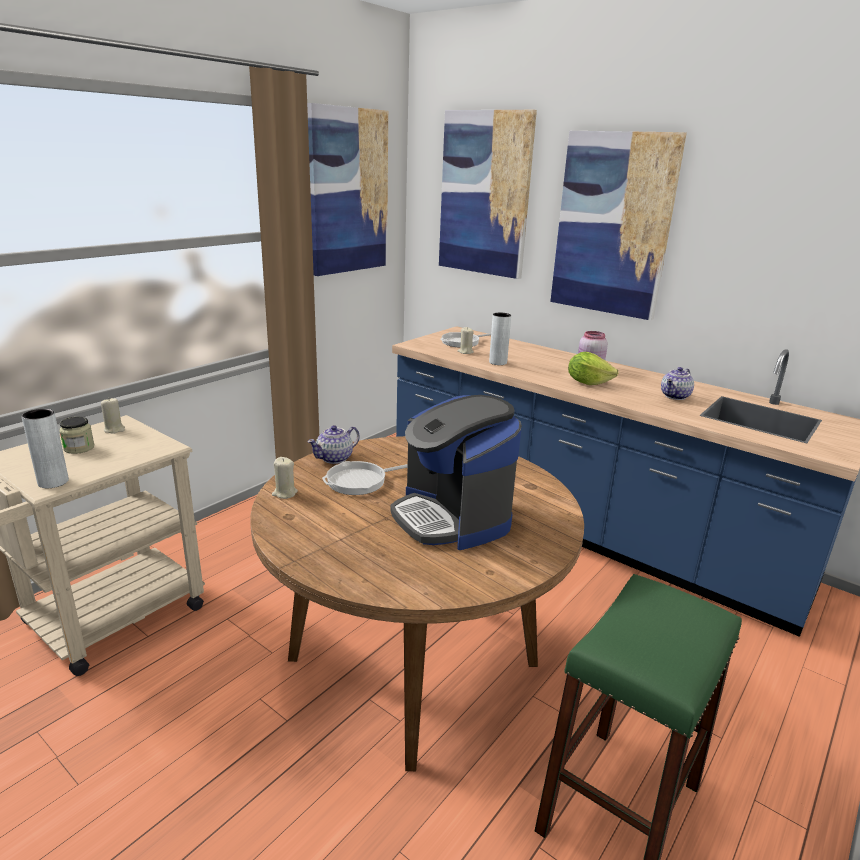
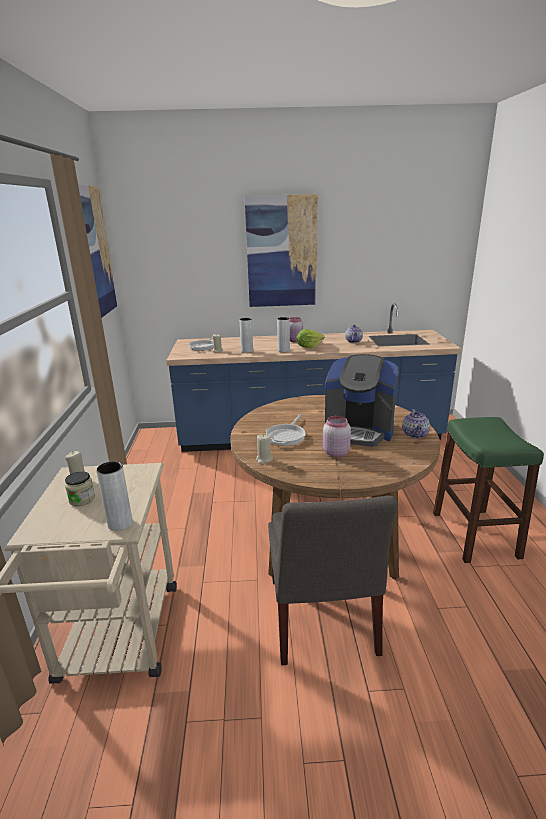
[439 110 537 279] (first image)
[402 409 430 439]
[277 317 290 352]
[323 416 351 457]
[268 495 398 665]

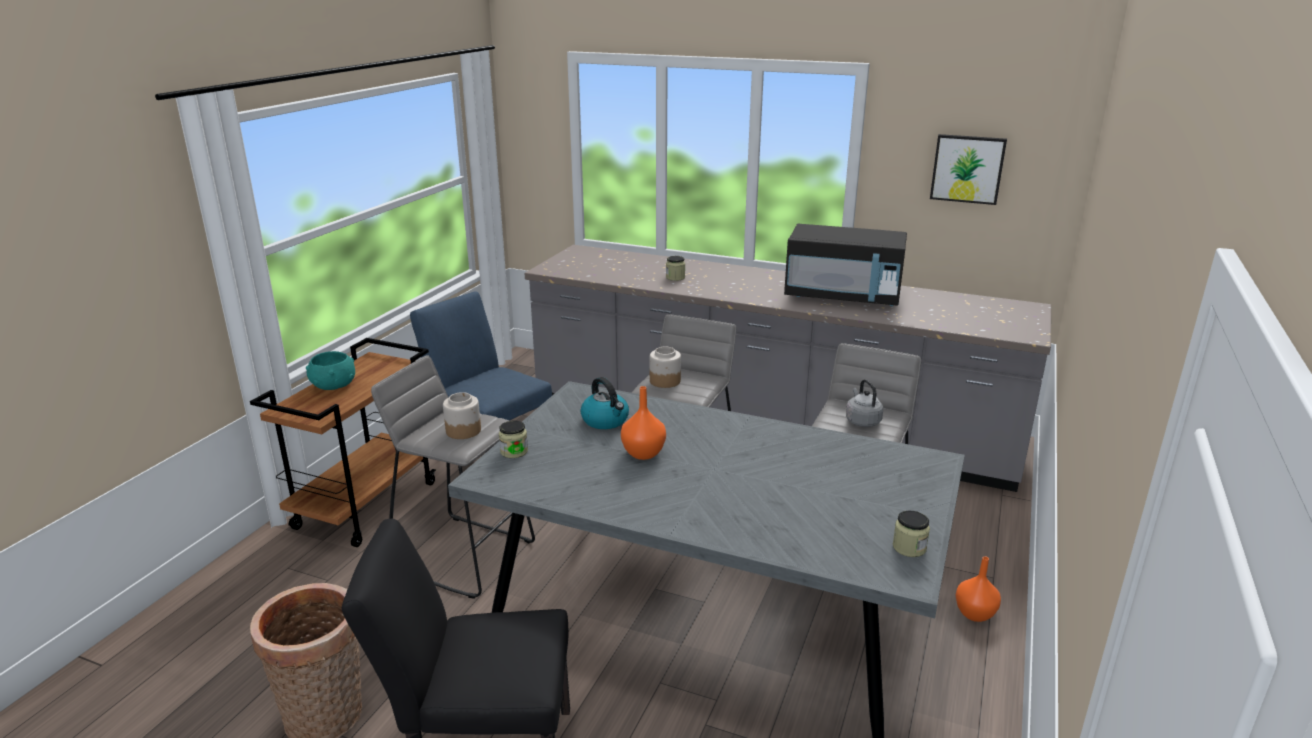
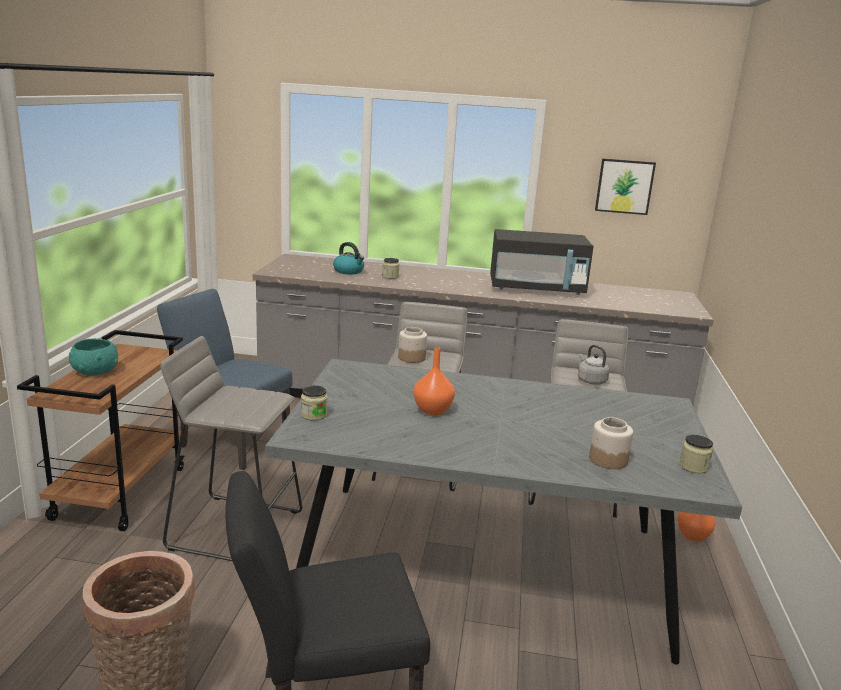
[333 242 364 274]
[589 417 633 469]

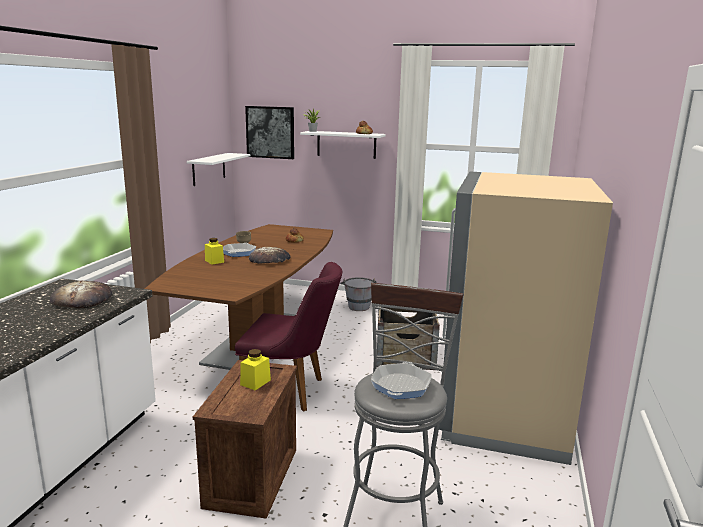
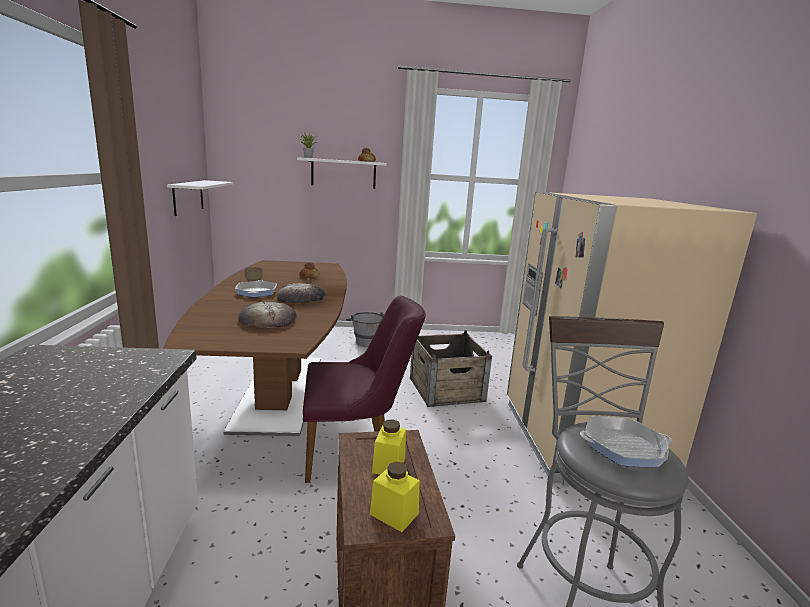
[245 106 294 159] (first image)
[370 461 420 532]
[239 302 297 328]
[580 416 673 467]

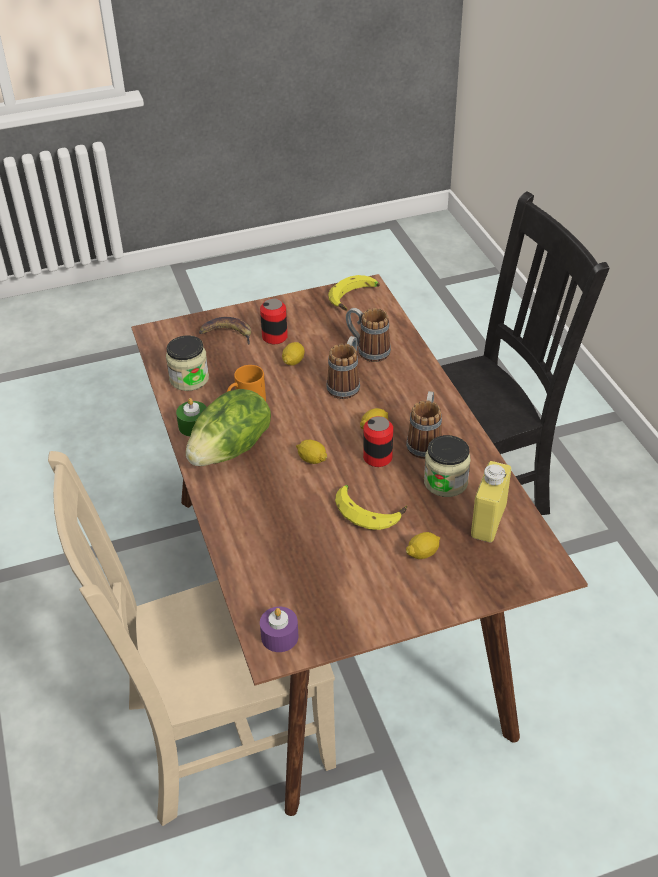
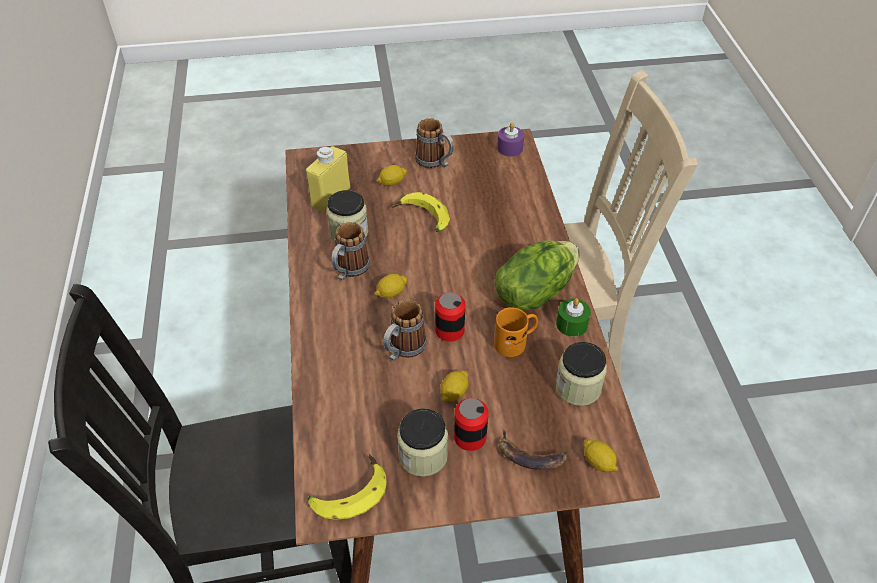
[415 118 454 169]
[435 292 465 342]
[584 439 618 472]
[397 408 448 477]

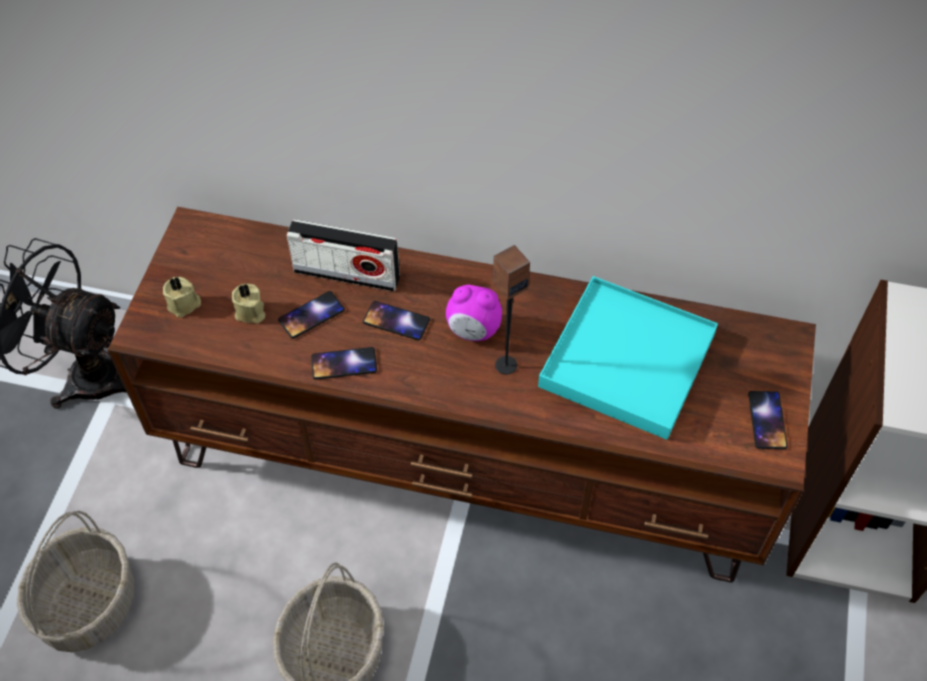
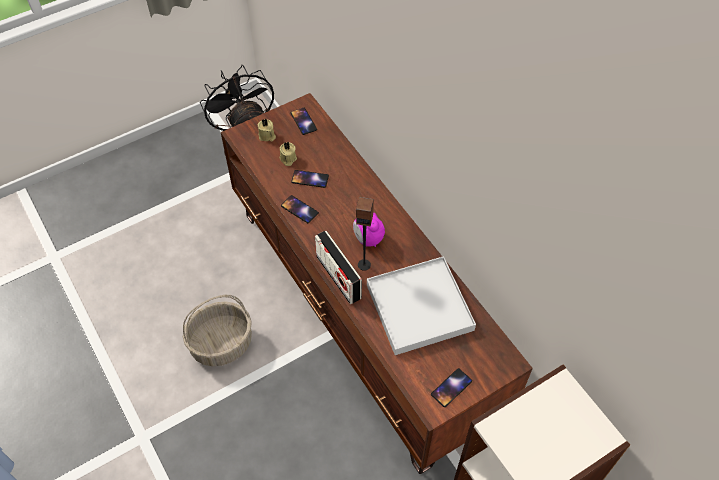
[315 230 362 304]
[367 256 476 355]
[291 108 317 135]
[17 511 134 652] (first image)

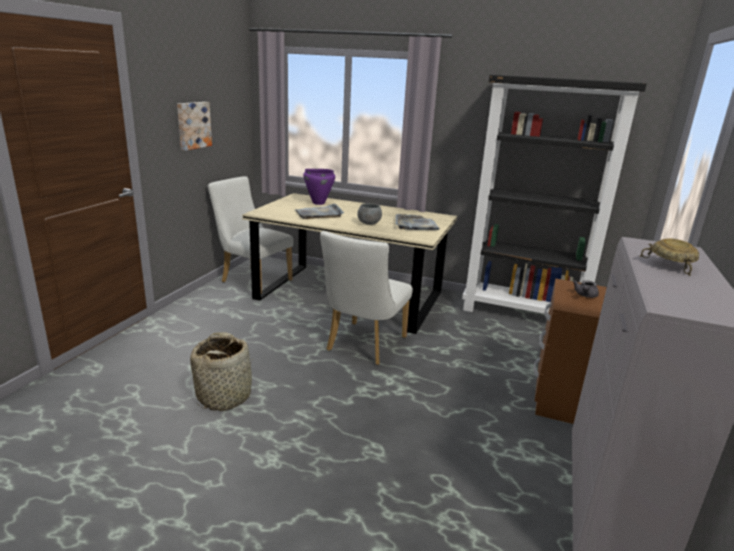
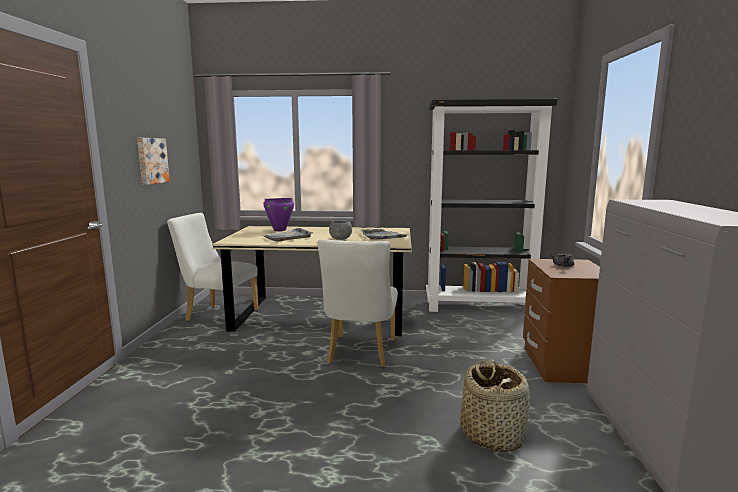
[639 238 699 276] (first image)
[460 359 530 452]

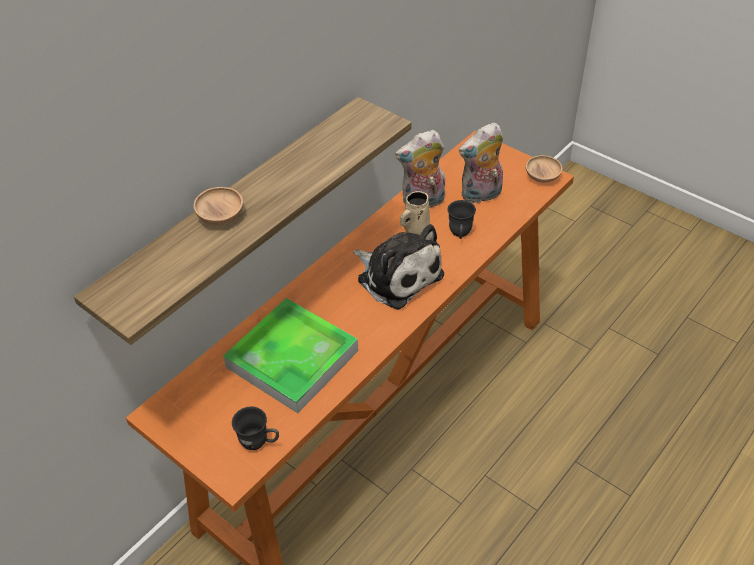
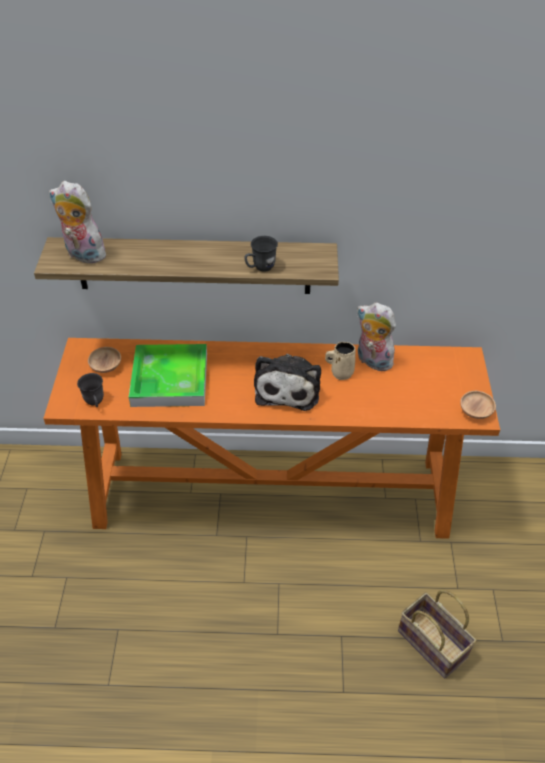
[49 181 108 263]
[88 347 121 373]
[244 236 278 272]
[398 590 477 678]

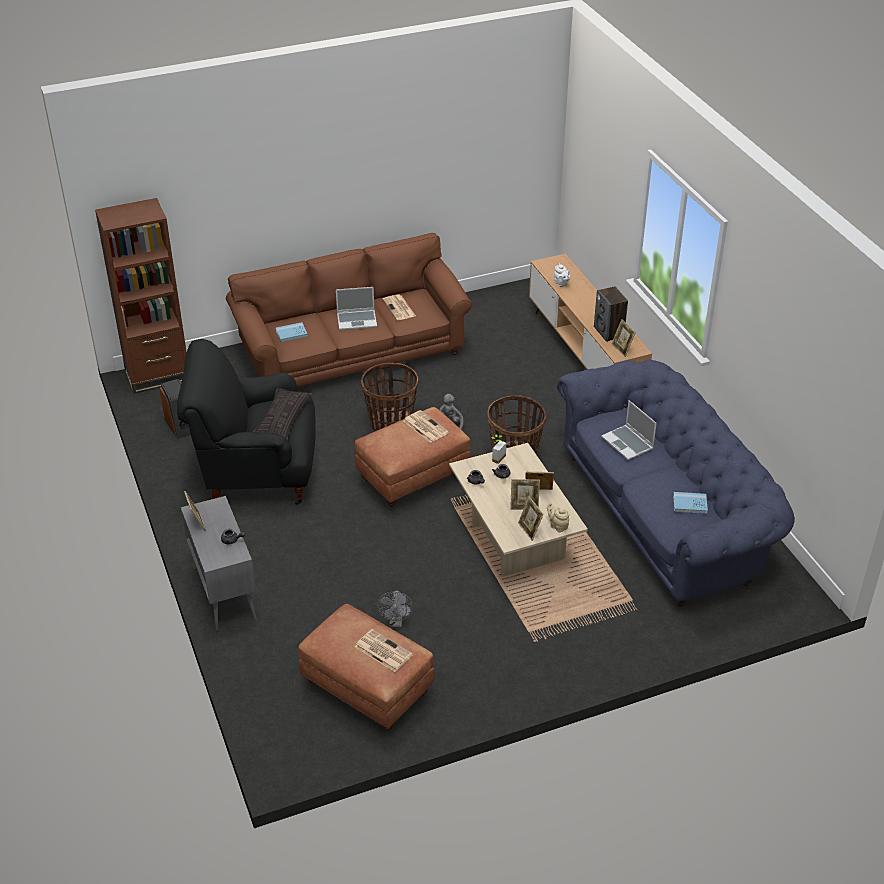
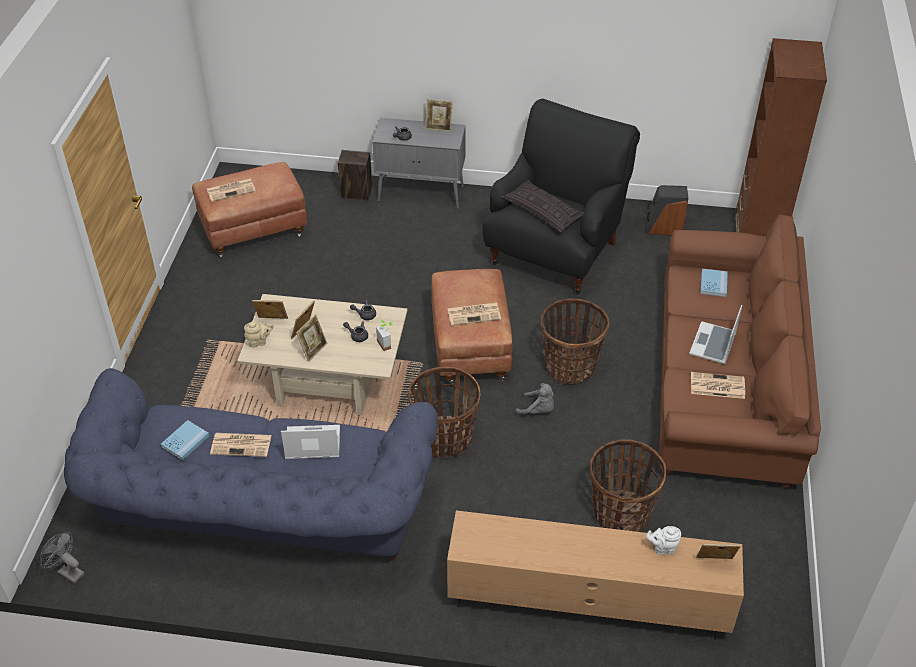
[338 150 372 201]
[696 544 741 559]
[40 532 85 584]
[210 433 271 457]
[590 439 666 532]

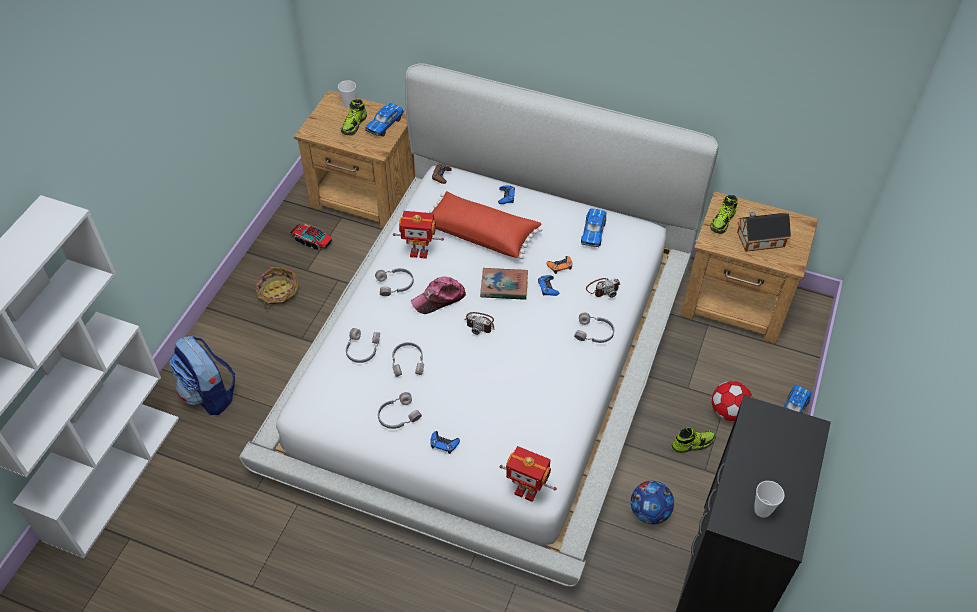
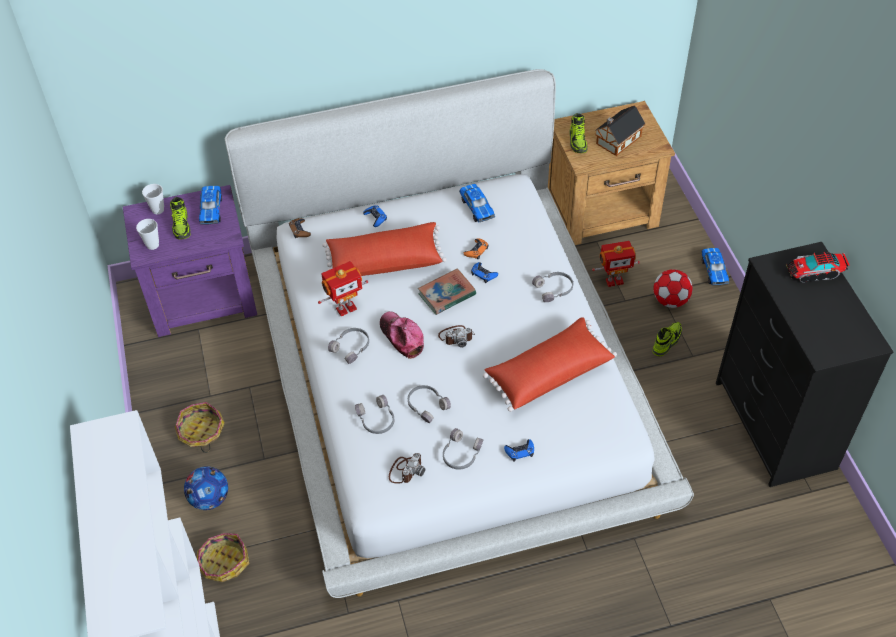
[123 185 257 337]
[786 252 850 282]
[380 311 424 359]
[389 453 426 483]
[197 533 250 582]
[592 241 640 287]
[184 466 228 510]
[136 219 159 250]
[483 317 617 412]

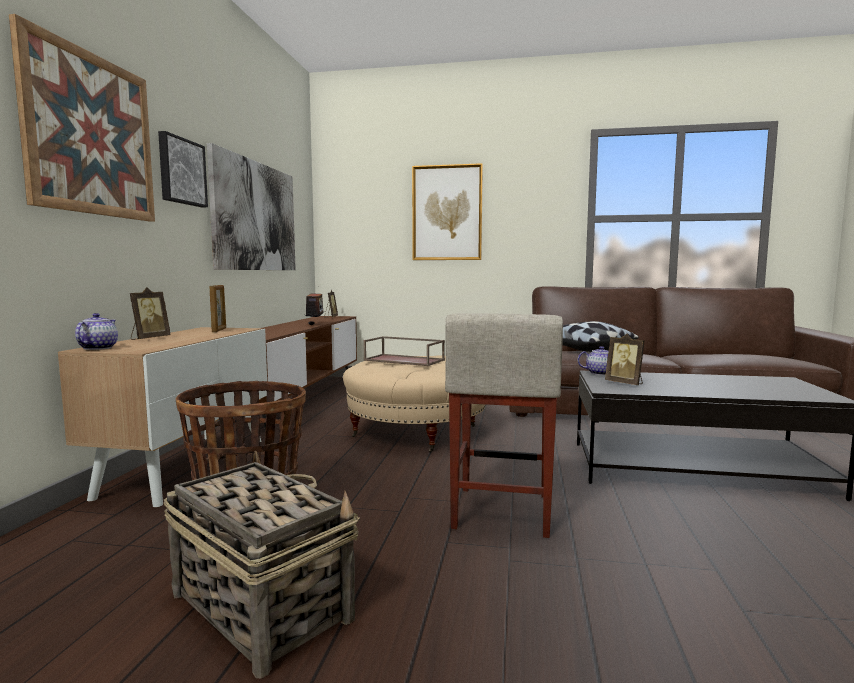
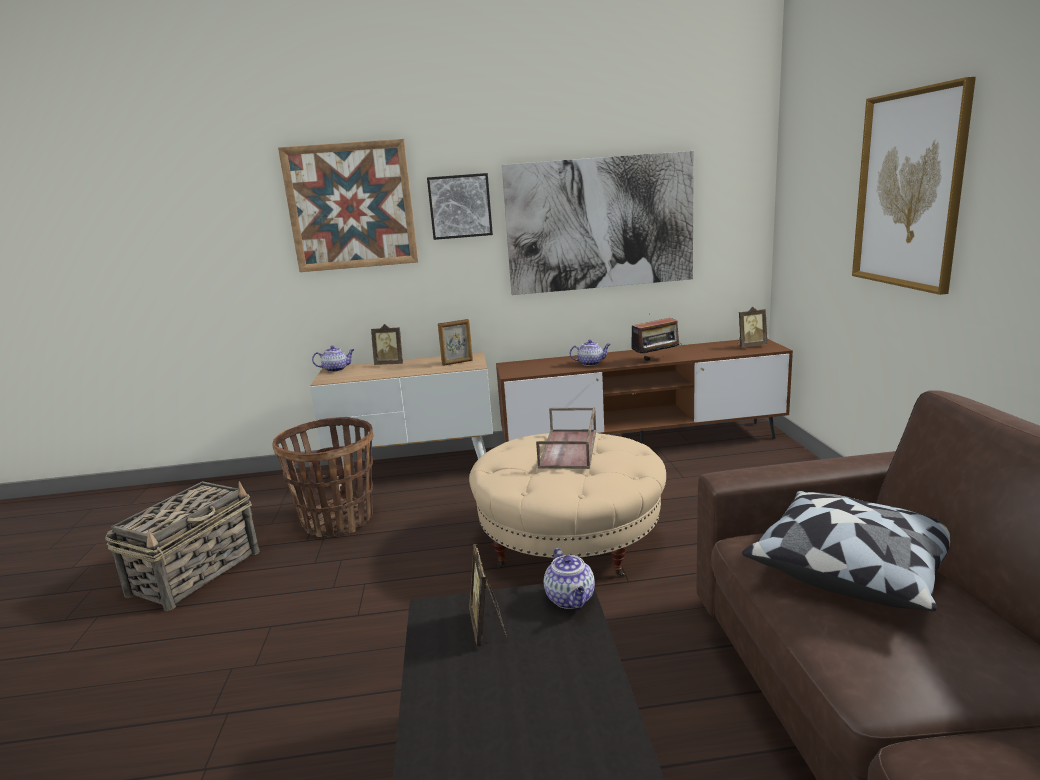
[445 313 563 538] (first image)
[469 544 507 647]
[570 340 611 366]

